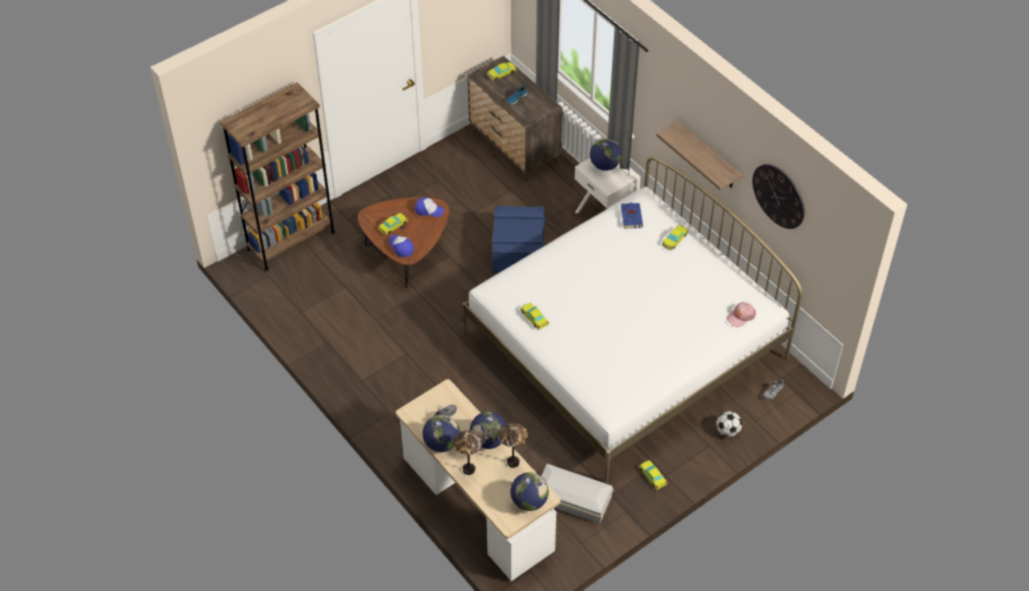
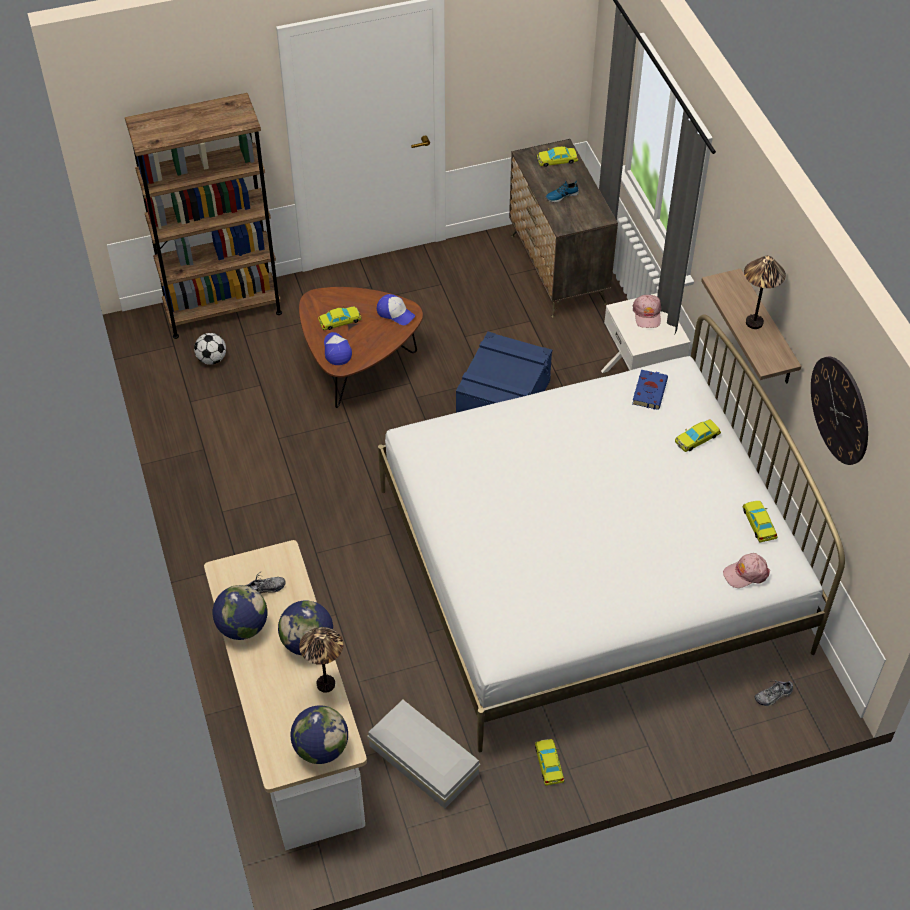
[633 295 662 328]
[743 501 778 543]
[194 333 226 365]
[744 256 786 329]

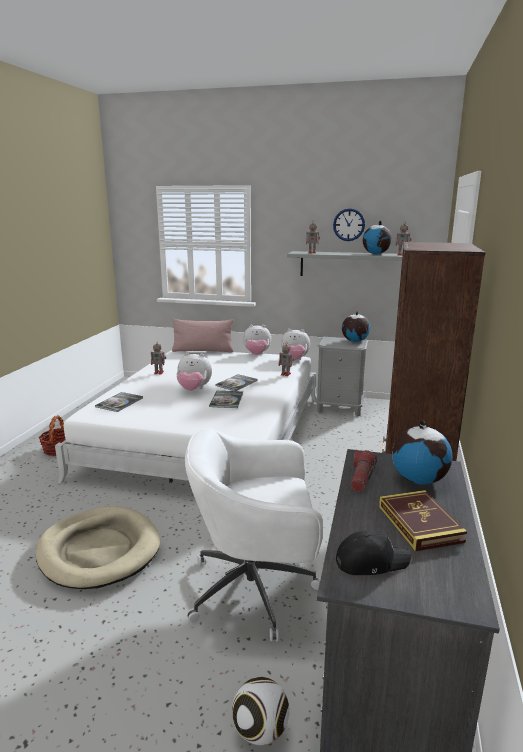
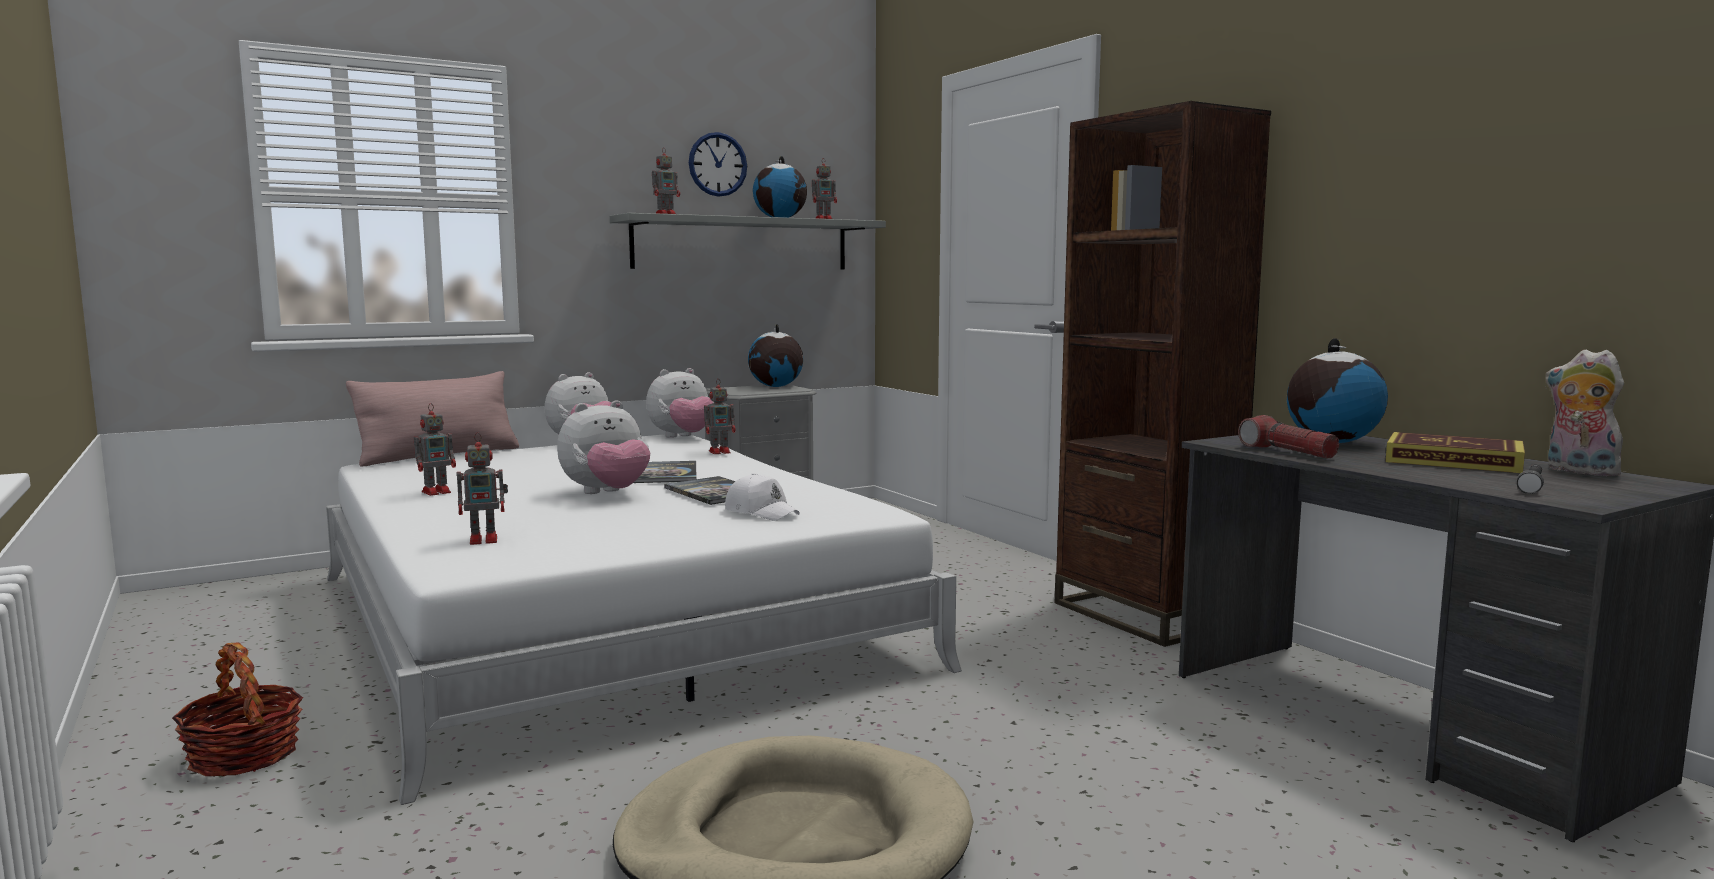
[457 432 508 545]
[185 428 323 642] (first image)
[1517 464 1544 494]
[232 677 289 745] (first image)
[1545 350 1625 476]
[725 473 800 521]

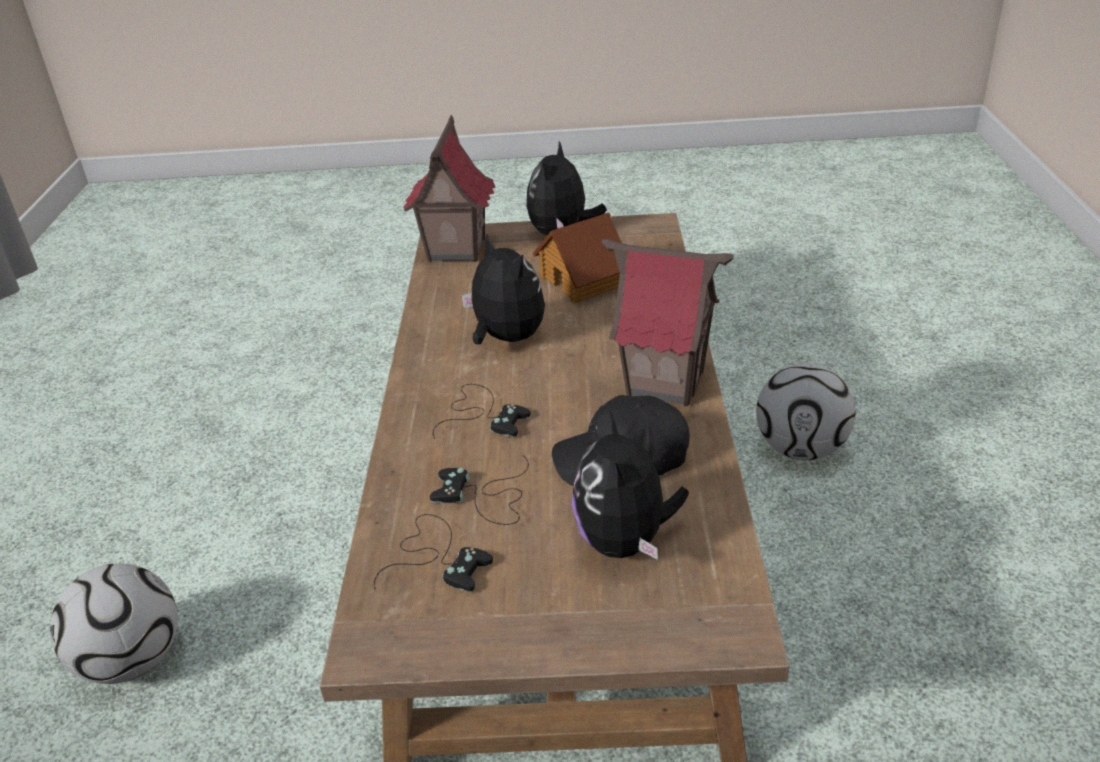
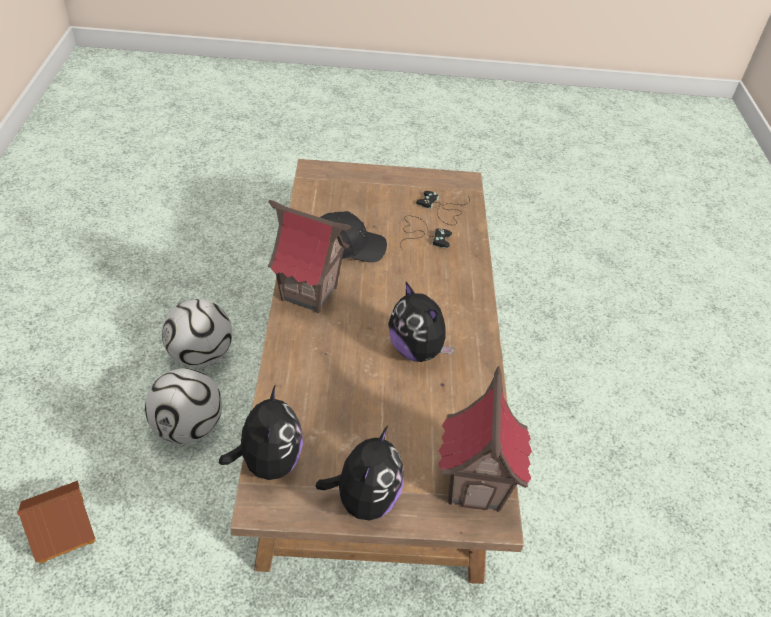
[17 480 96 563]
[433 384 531 439] (first image)
[219 384 303 480]
[162 299 232 368]

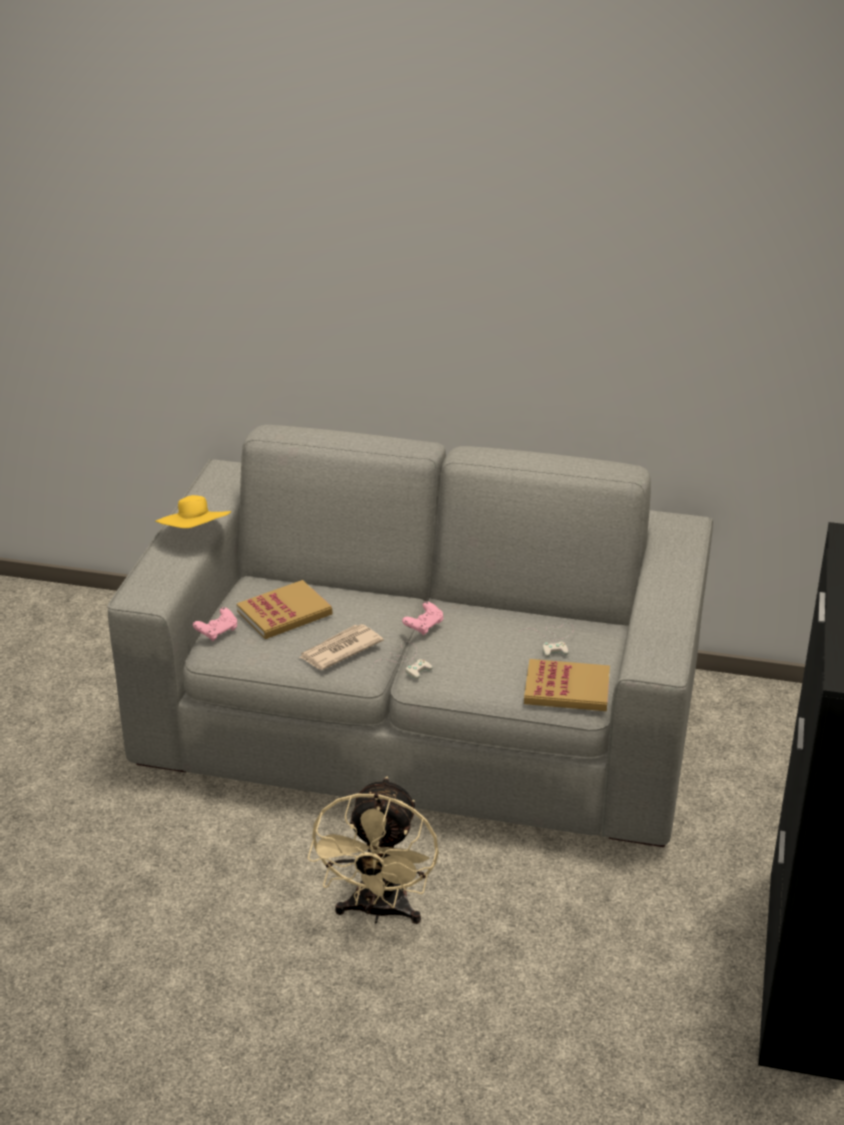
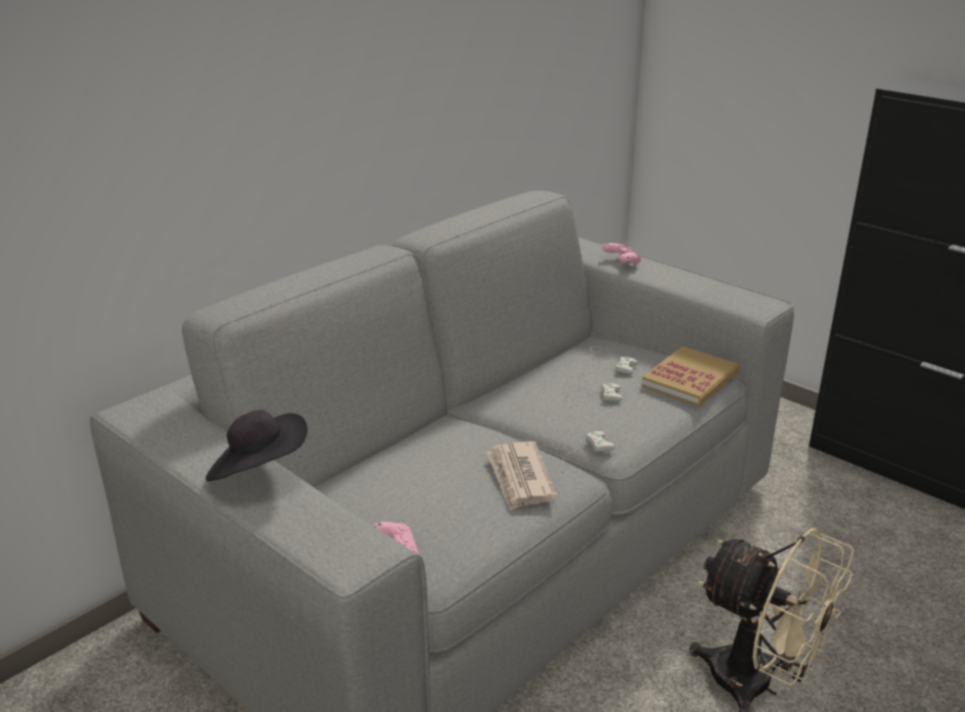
[206 410 308 481]
[237 580 333 639] (first image)
[602 243 641 266]
[564 377 622 408]

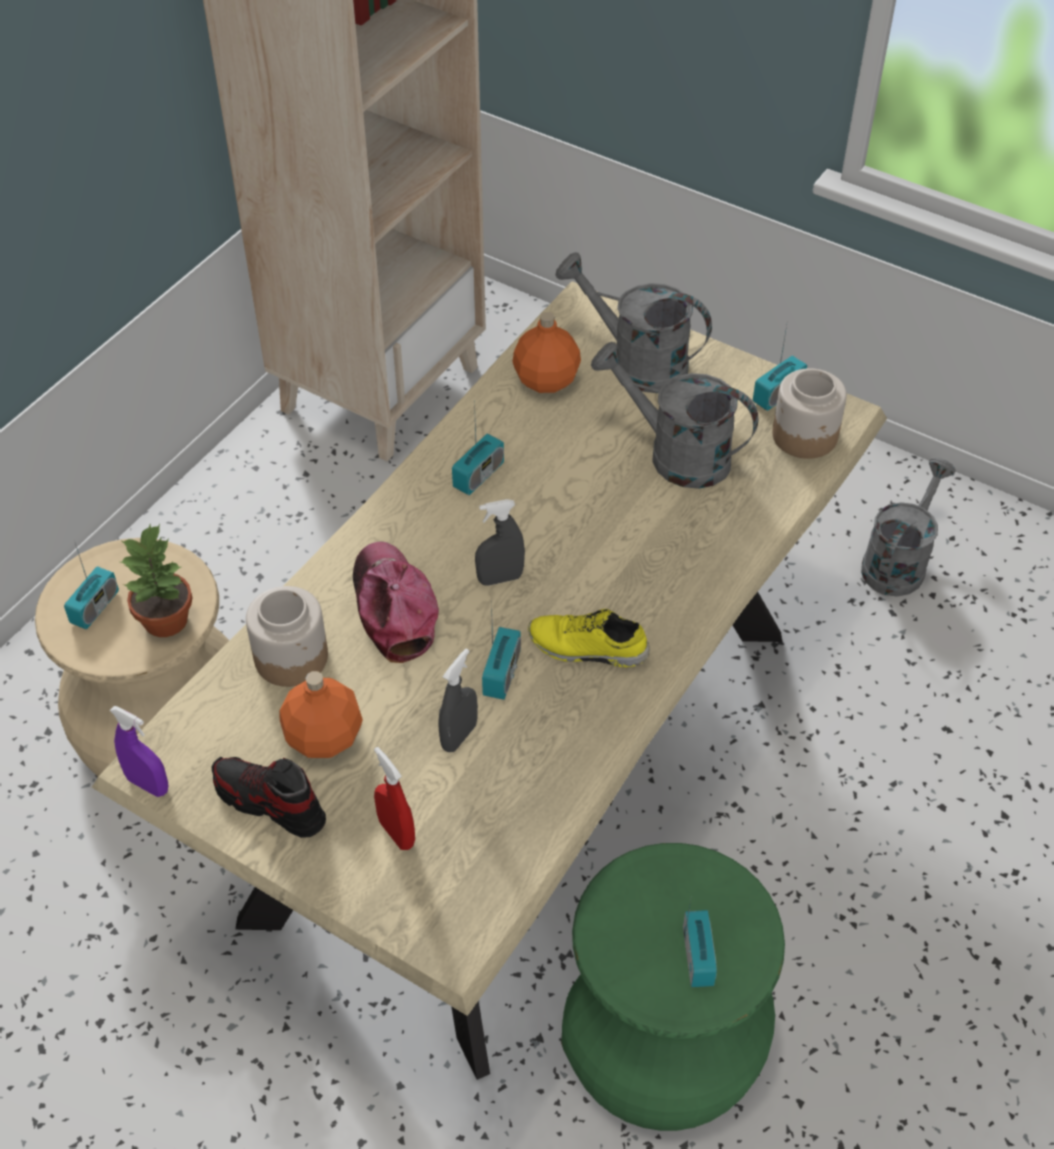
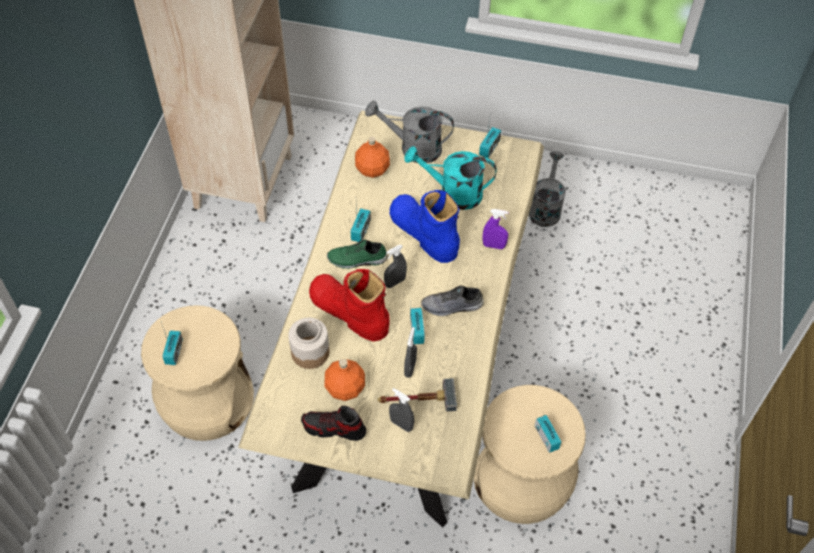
[404 146 497 210]
[772 368 847 459] (first image)
[120 524 193 637] (first image)
[309 269 390 342]
[421 285 484 316]
[482 209 508 249]
[389 388 414 432]
[474 385 586 524]
[390 190 460 263]
[327 239 388 269]
[378 378 457 412]

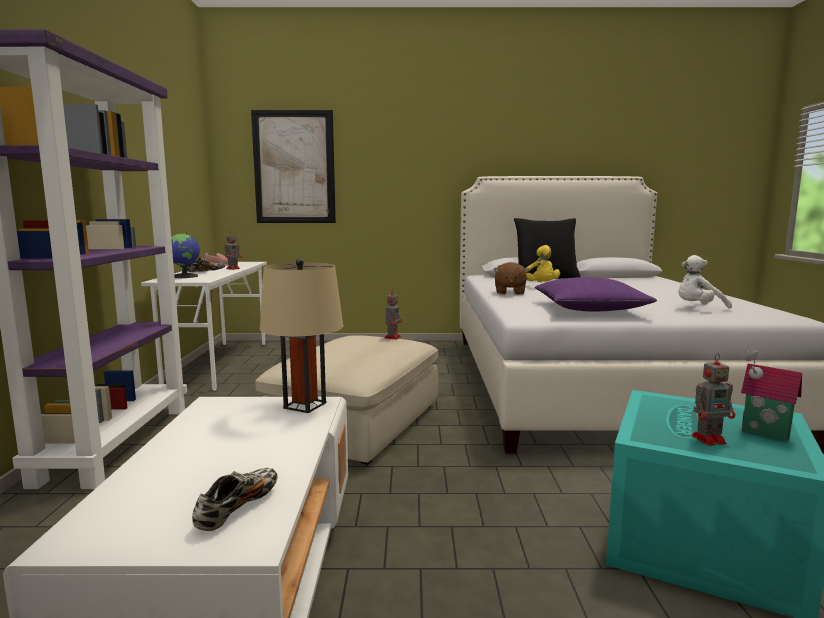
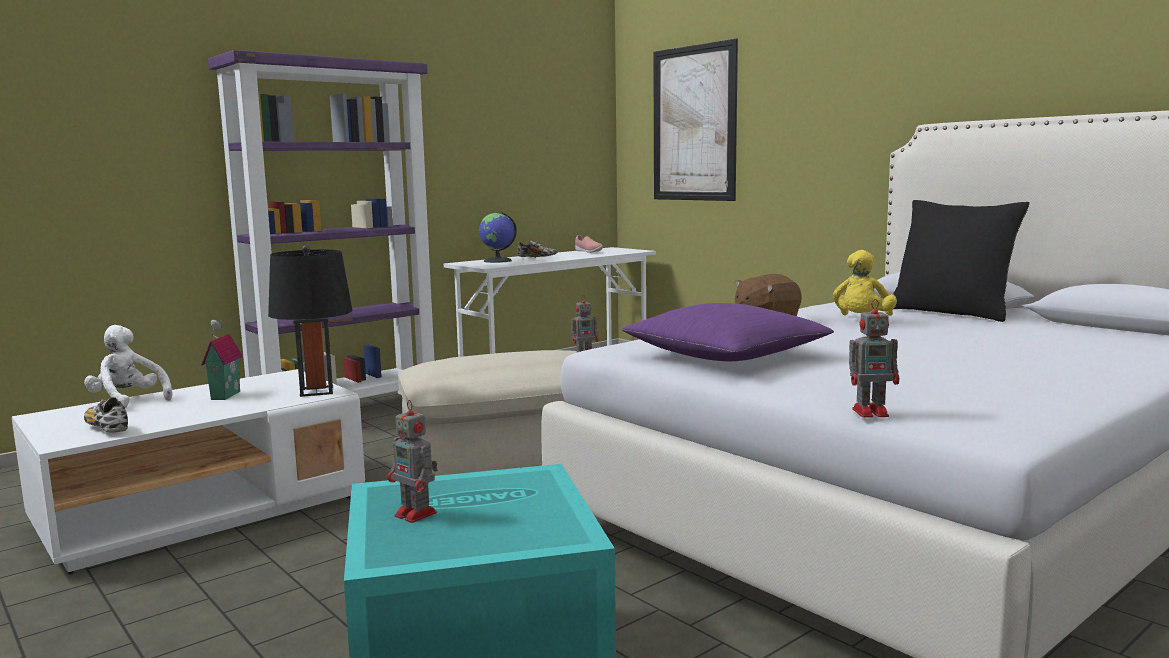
[849 299 899 418]
[84 325 172 408]
[268 245 353 397]
[202 320 243 400]
[84 397 128 433]

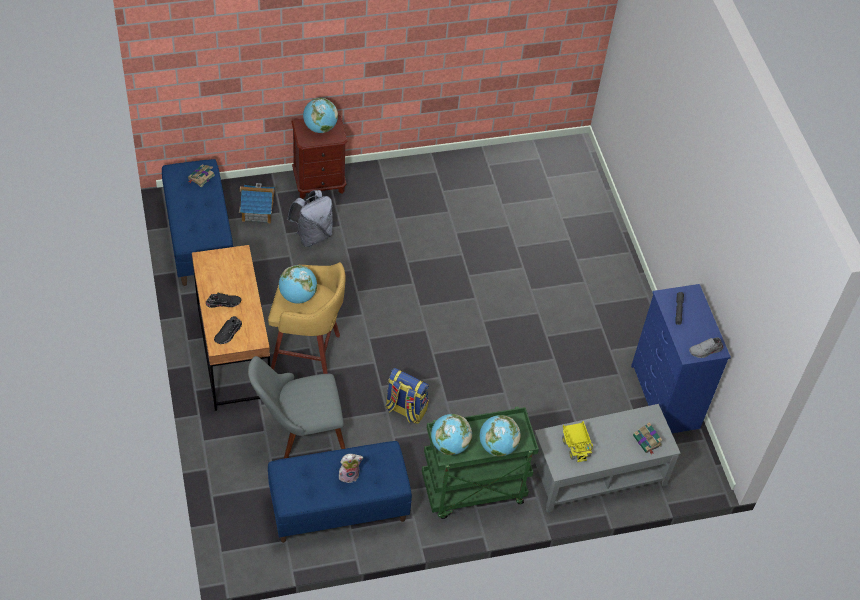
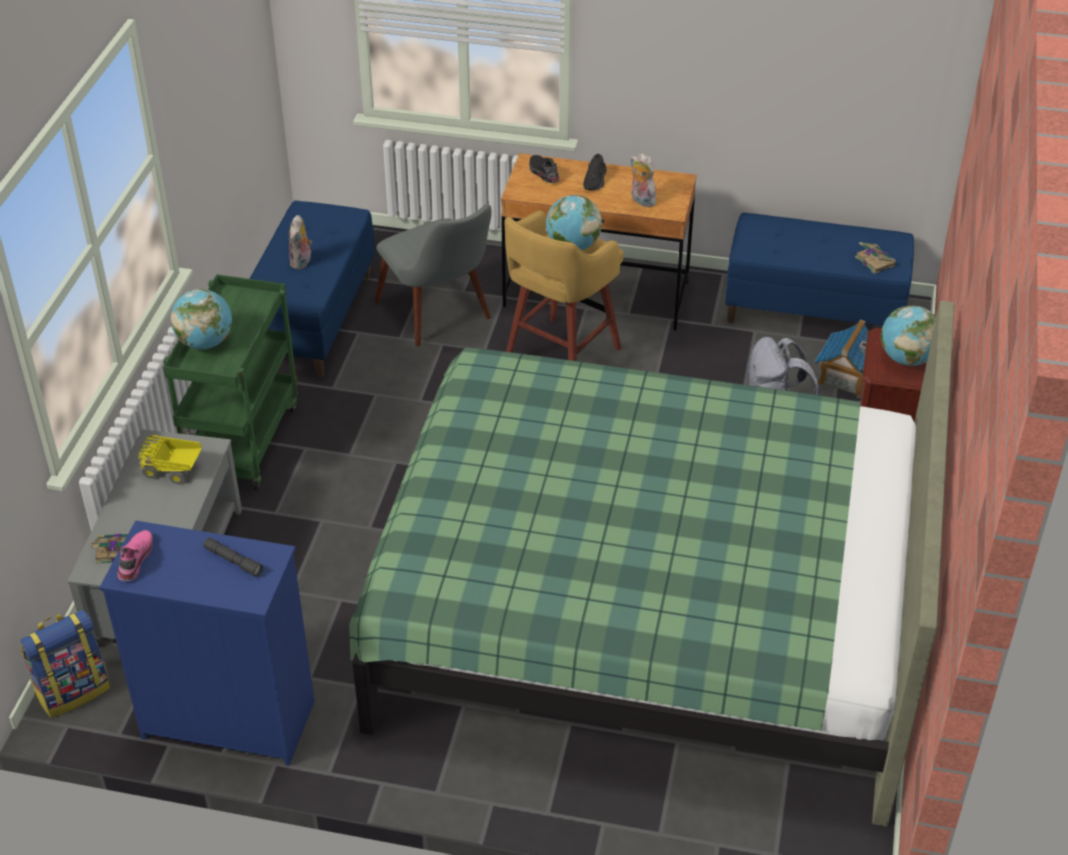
[117 530 153 581]
[374 204 492 346]
[21 610 110 718]
[431 414 472 455] (first image)
[631 153 656 207]
[349 301 955 827]

